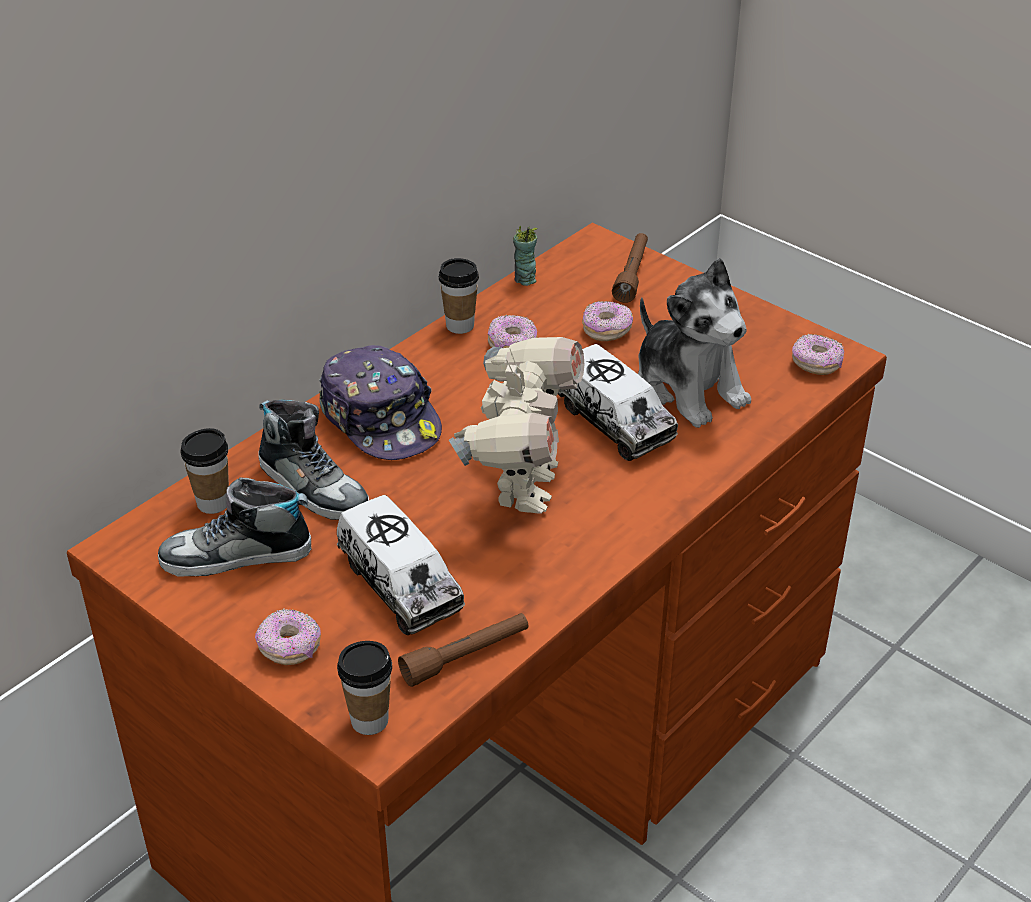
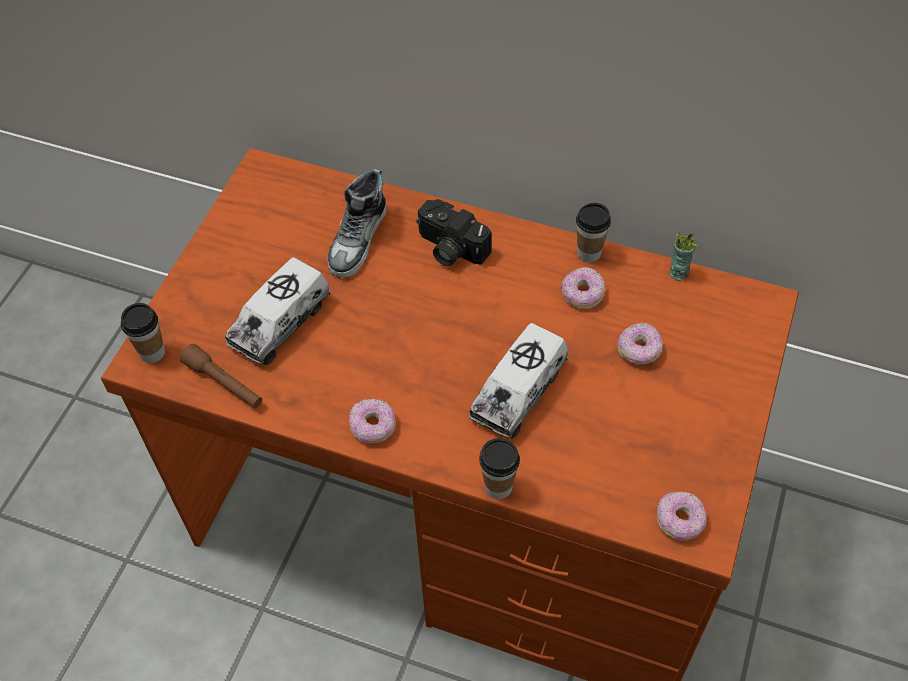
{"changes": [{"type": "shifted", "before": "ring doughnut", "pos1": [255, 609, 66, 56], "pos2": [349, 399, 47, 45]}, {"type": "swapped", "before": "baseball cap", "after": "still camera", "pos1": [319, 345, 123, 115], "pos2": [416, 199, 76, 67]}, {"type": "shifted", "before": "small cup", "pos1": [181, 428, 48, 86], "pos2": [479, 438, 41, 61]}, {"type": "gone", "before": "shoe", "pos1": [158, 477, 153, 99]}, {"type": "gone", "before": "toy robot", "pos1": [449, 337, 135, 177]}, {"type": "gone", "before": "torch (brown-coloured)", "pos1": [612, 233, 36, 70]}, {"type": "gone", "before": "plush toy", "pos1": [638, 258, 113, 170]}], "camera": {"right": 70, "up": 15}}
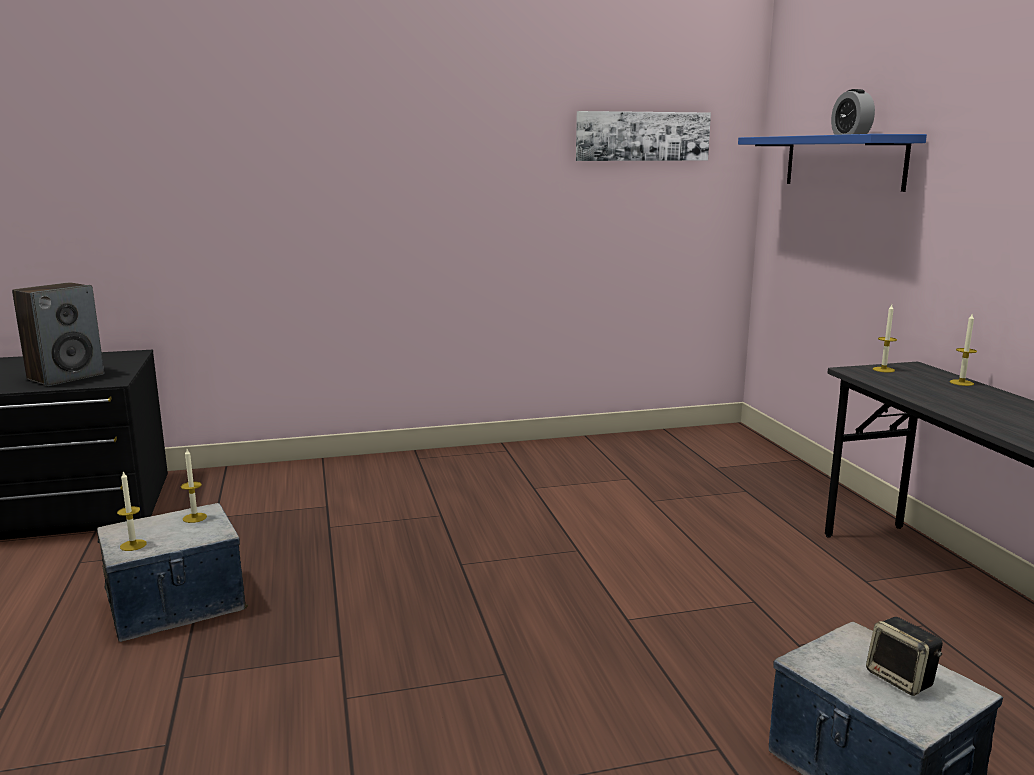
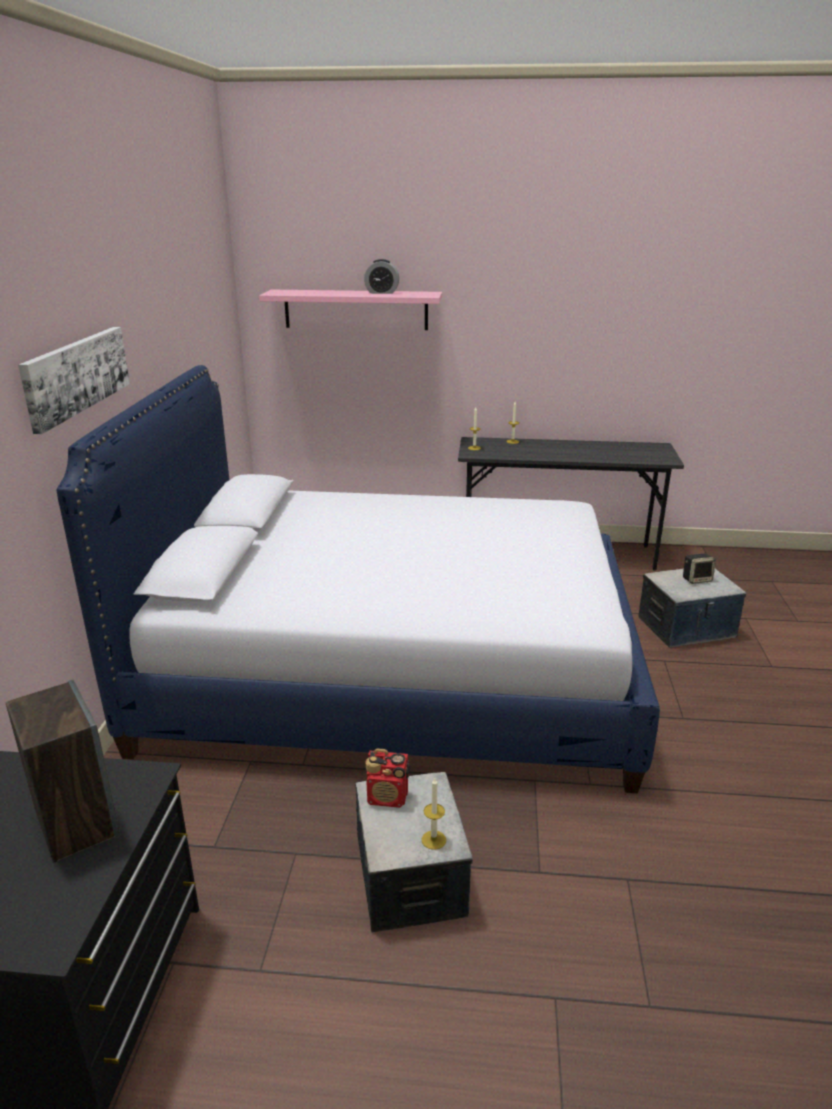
{"changes": [{"type": "shifted", "before": "wall art", "pos1": [576, 111, 135, 50], "pos2": [18, 327, 112, 107]}, {"type": "new", "after": "bed", "pos2": [57, 365, 603, 428]}, {"type": "repainted", "before": "wall shelf (bluish)", "after": "wall shelf (pinkish)", "pos1": [738, 134, 189, 58], "pos2": [259, 290, 183, 40]}, {"type": "swapped", "before": "candle", "after": "radio set", "pos1": [181, 449, 26, 74], "pos2": [366, 748, 44, 60]}], "camera": {"right": -70, "up": 10}}
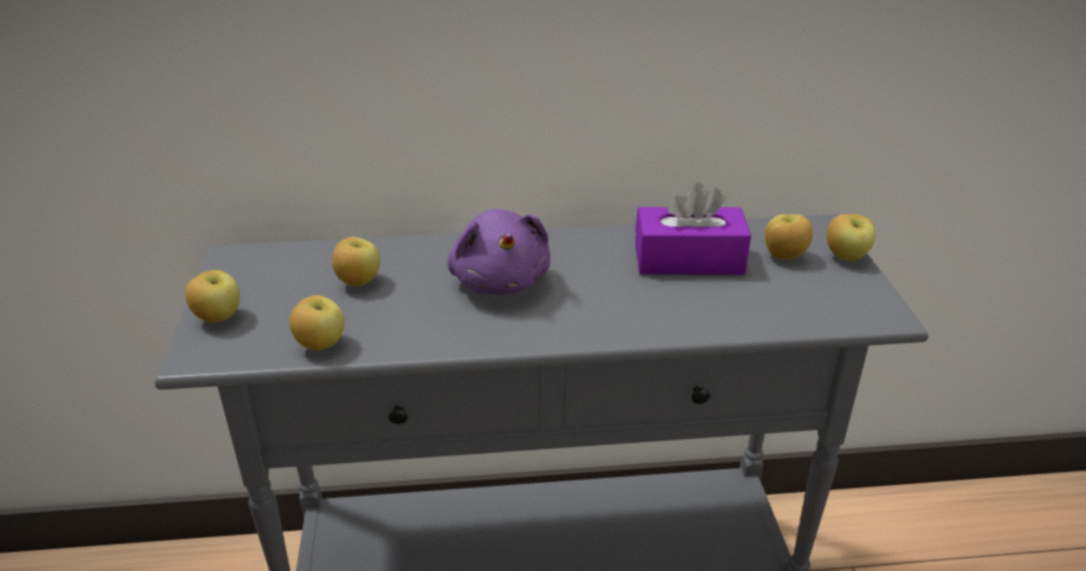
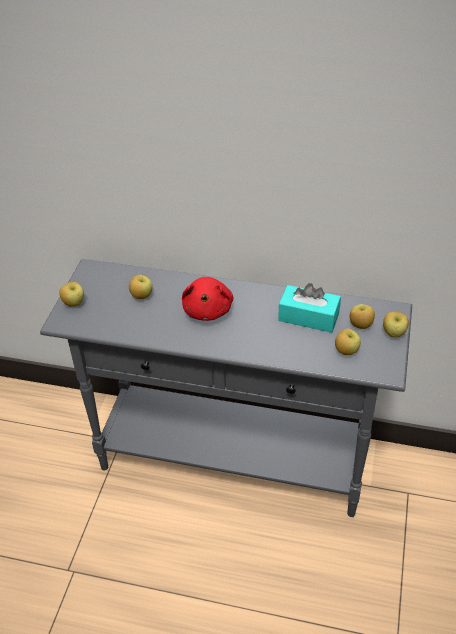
{"changes": [{"type": "repainted", "before": "plush toy (purple-coloured)", "after": "plush toy (red)", "pos1": [447, 209, 103, 86], "pos2": [182, 277, 51, 44]}, {"type": "repainted", "before": "tissue box (purple-coloured)", "after": "tissue box (turquoise)", "pos1": [635, 182, 116, 93], "pos2": [278, 283, 63, 50]}, {"type": "shifted", "before": "whole apple", "pos1": [289, 295, 55, 55], "pos2": [335, 329, 26, 26]}], "camera": {"right": 20, "up": 10}}
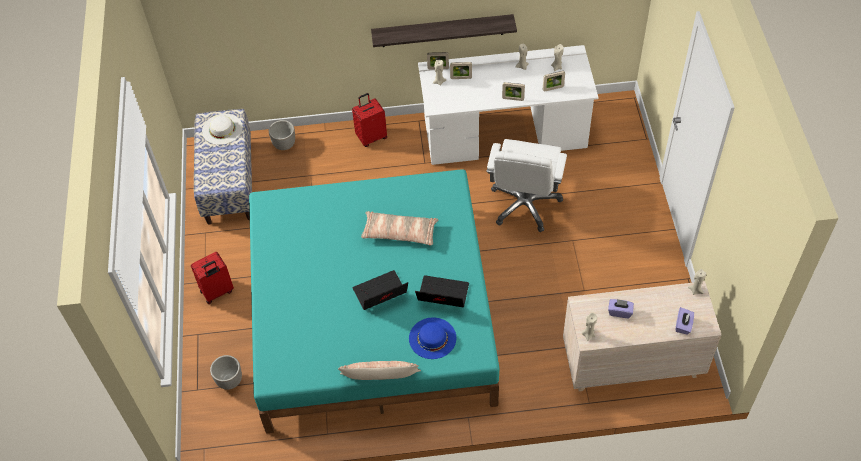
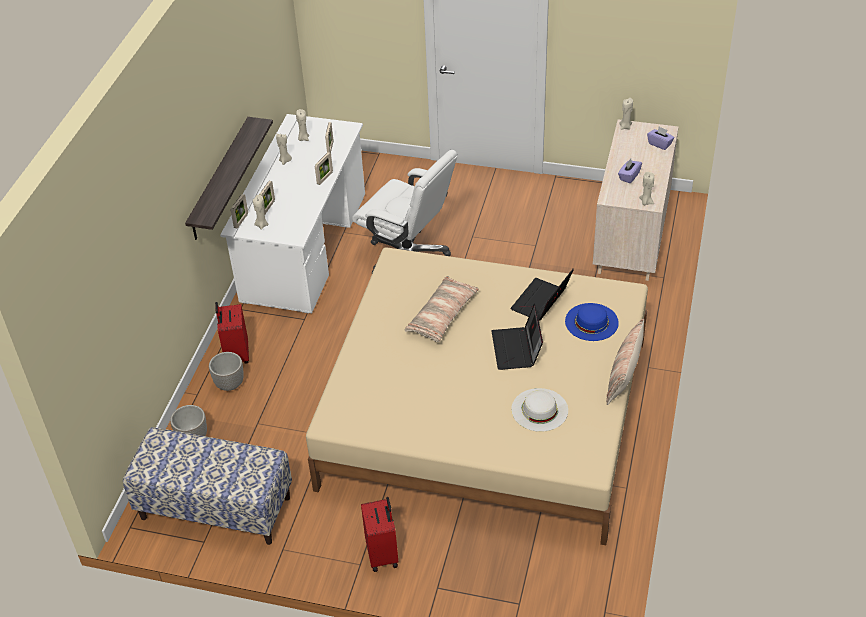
{"changes": [{"type": "shifted", "before": "planter", "pos1": [210, 355, 32, 35], "pos2": [209, 352, 35, 39]}, {"type": "repainted", "before": "bed (turquoise)", "after": "bed (sand-coloured)", "pos1": [249, 169, 250, 265], "pos2": [306, 247, 342, 298]}, {"type": "shifted", "before": "hat (whitish)", "pos1": [202, 114, 41, 31], "pos2": [511, 388, 57, 44]}], "camera": {"right": -70, "up": -10}}
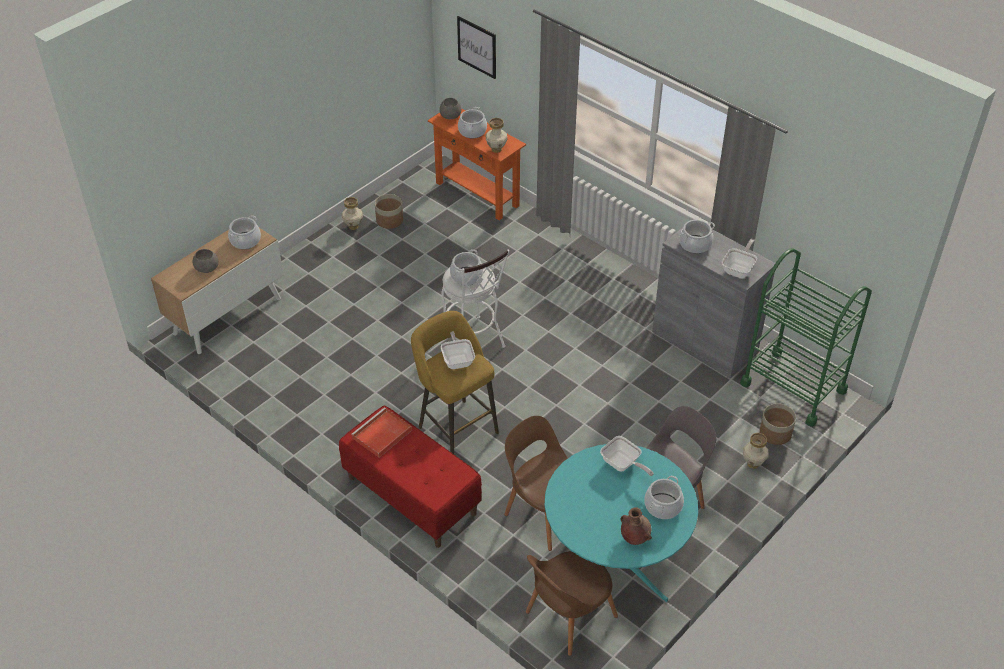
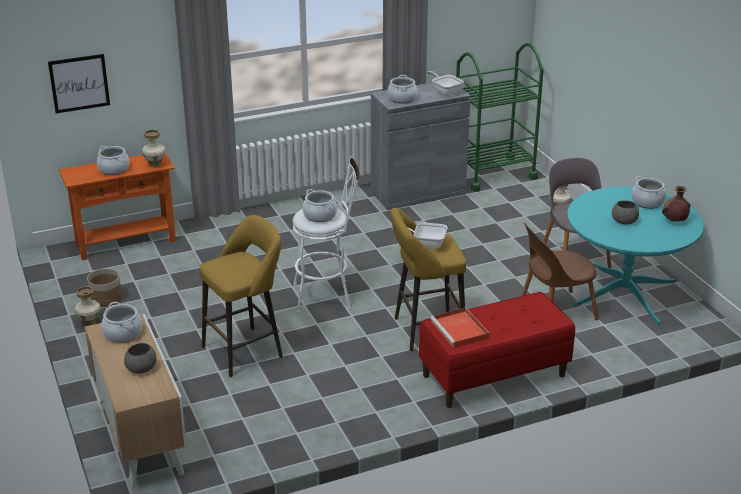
{"changes": [{"type": "new", "after": "stool seat (yellow)", "pos2": [199, 215, 84, 162]}, {"type": "shifted", "before": "bowl (grey)", "pos1": [440, 98, 21, 21], "pos2": [612, 200, 27, 25]}, {"type": "gone", "before": "plain chair (brown-coloured)", "pos1": [526, 551, 92, 105]}, {"type": "gone", "before": "pan", "pos1": [600, 436, 54, 40]}, {"type": "gone", "before": "planter", "pos1": [760, 403, 36, 42]}], "camera": {"right": -65, "up": -15}}
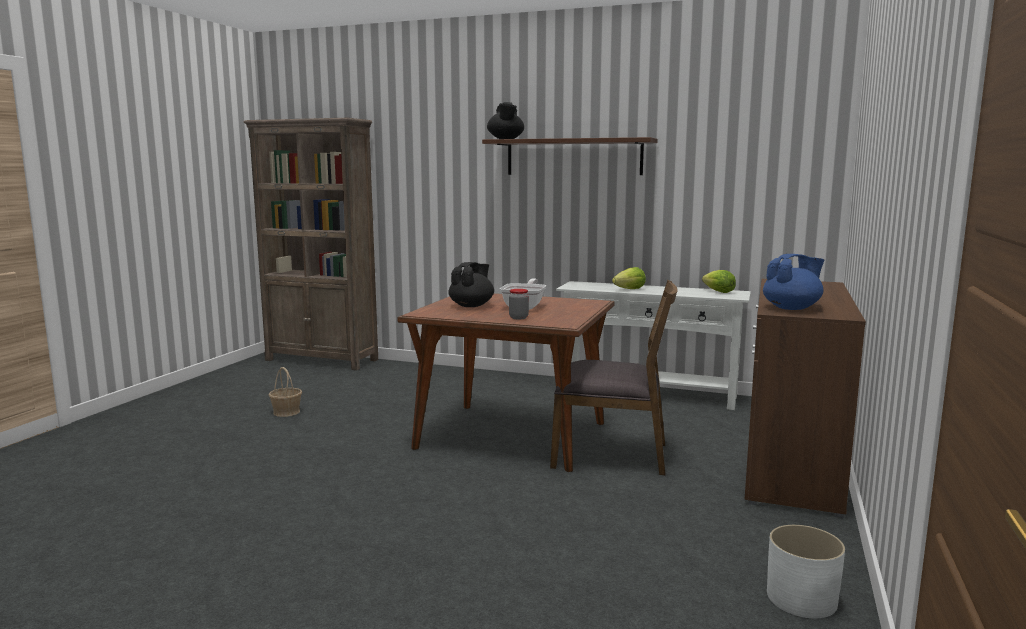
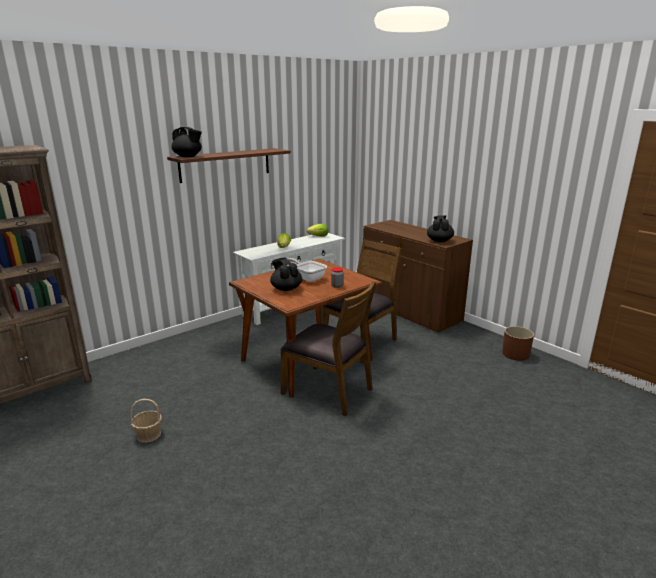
{"changes": [{"type": "new", "after": "plain chair (brown-coloured)", "pos2": [280, 281, 96, 135]}, {"type": "repainted", "before": "tea pot (bluish)", "after": "tea pot (black)", "pos1": [763, 254, 61, 56], "pos2": [427, 215, 27, 27]}, {"type": "repainted", "before": "planter (whitish)", "after": "planter (brown-coloured)", "pos1": [767, 525, 78, 93], "pos2": [502, 326, 32, 35]}], "camera": {"right": -60, "up": 10}}
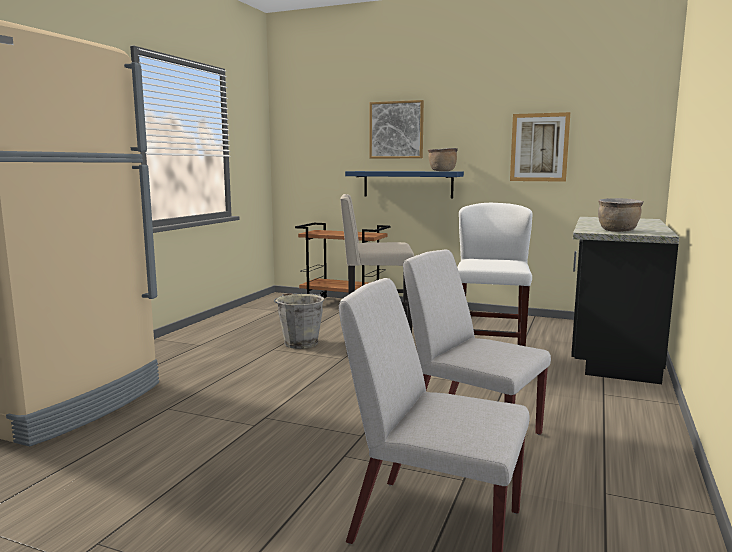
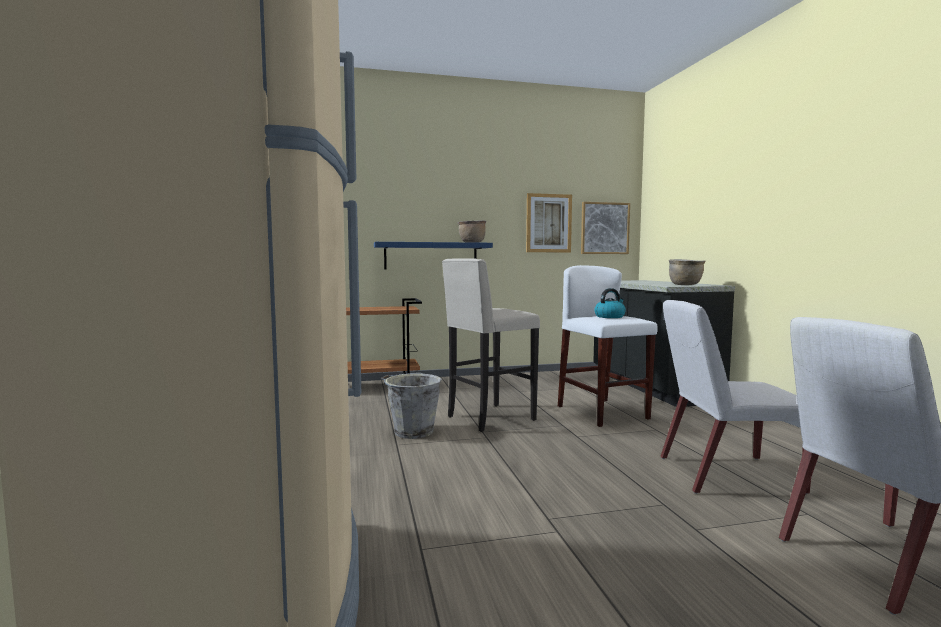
{"changes": [{"type": "shifted", "before": "wall art", "pos1": [370, 100, 54, 59], "pos2": [581, 202, 49, 52]}, {"type": "new", "after": "tea kettle", "pos2": [594, 288, 32, 30]}], "camera": {"right": -35, "up": -5}}
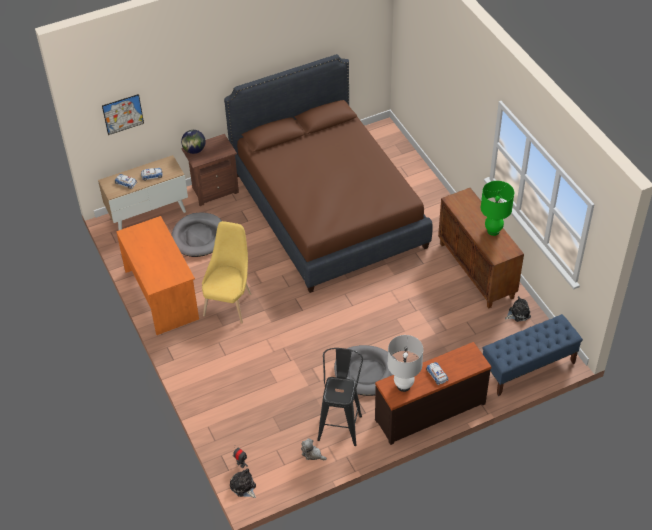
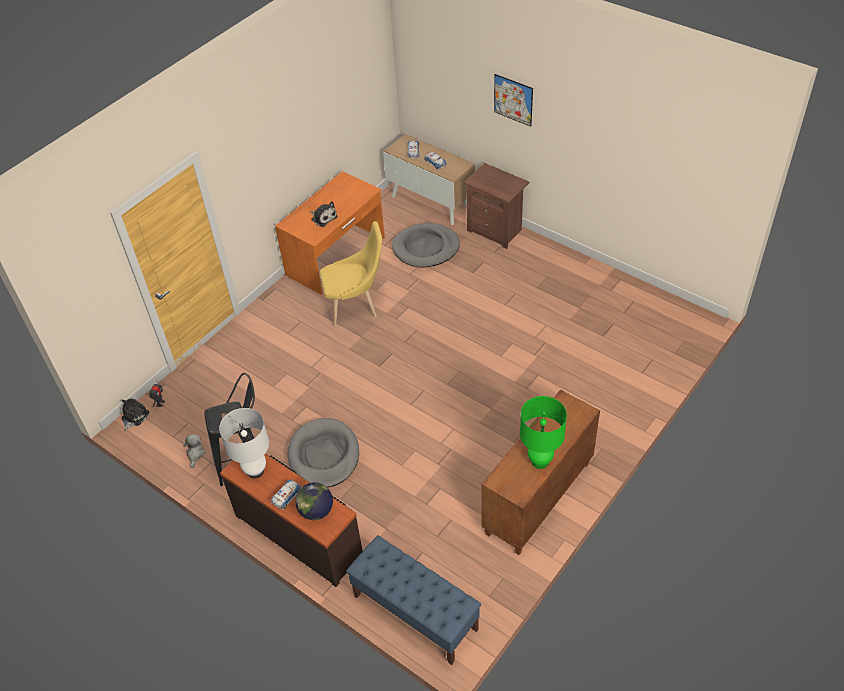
{"changes": [{"type": "shifted", "before": "world globe", "pos1": [181, 130, 25, 24], "pos2": [295, 482, 38, 38]}, {"type": "shifted", "before": "plush toy", "pos1": [505, 296, 26, 26], "pos2": [310, 201, 28, 26]}, {"type": "shifted", "before": "wall art", "pos1": [102, 94, 42, 41], "pos2": [494, 74, 39, 53]}, {"type": "gone", "before": "bed (brown-coloured)", "pos1": [224, 54, 209, 239]}], "camera": {"right": 65, "up": 0}}
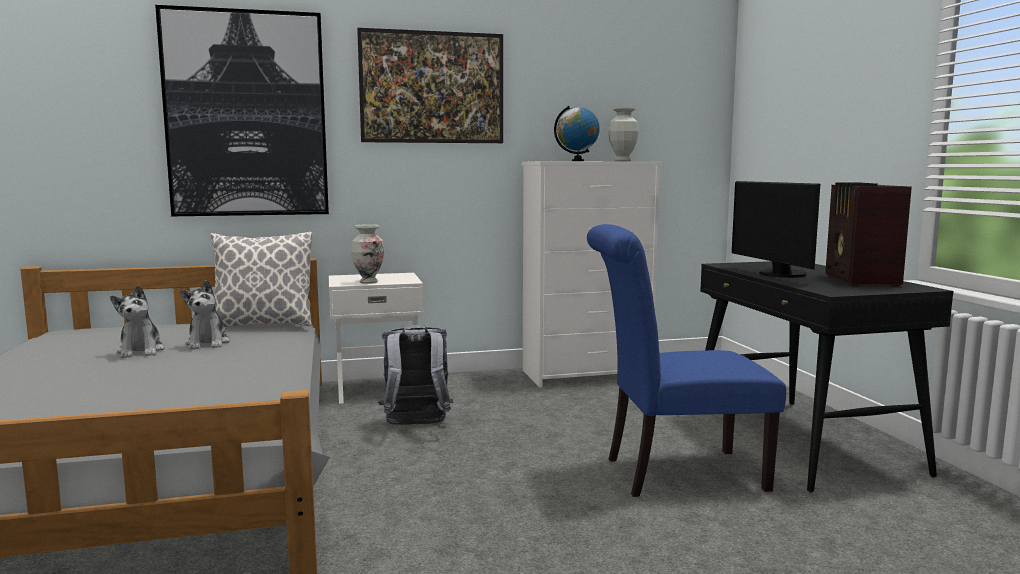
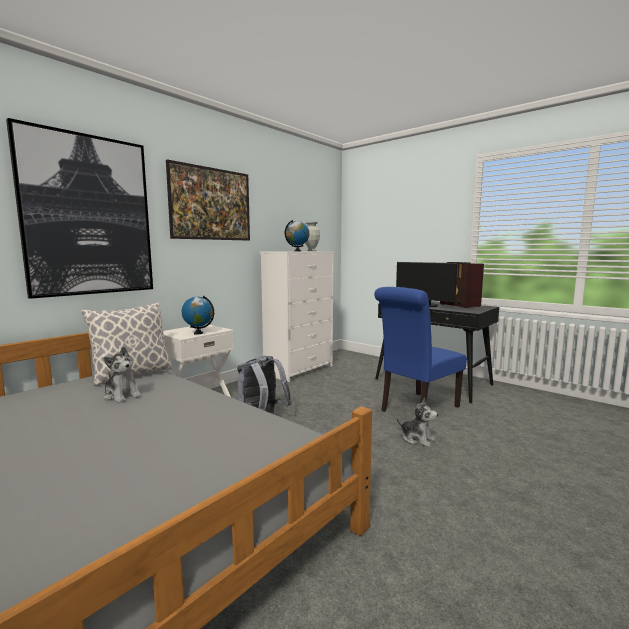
{"changes": [{"type": "swapped", "before": "vase", "after": "world globe", "pos1": [351, 224, 33, 60], "pos2": [182, 295, 32, 40]}, {"type": "shifted", "before": "plush toy", "pos1": [110, 285, 55, 73], "pos2": [396, 397, 42, 50]}], "camera": {"right": -35, "up": 0}}
